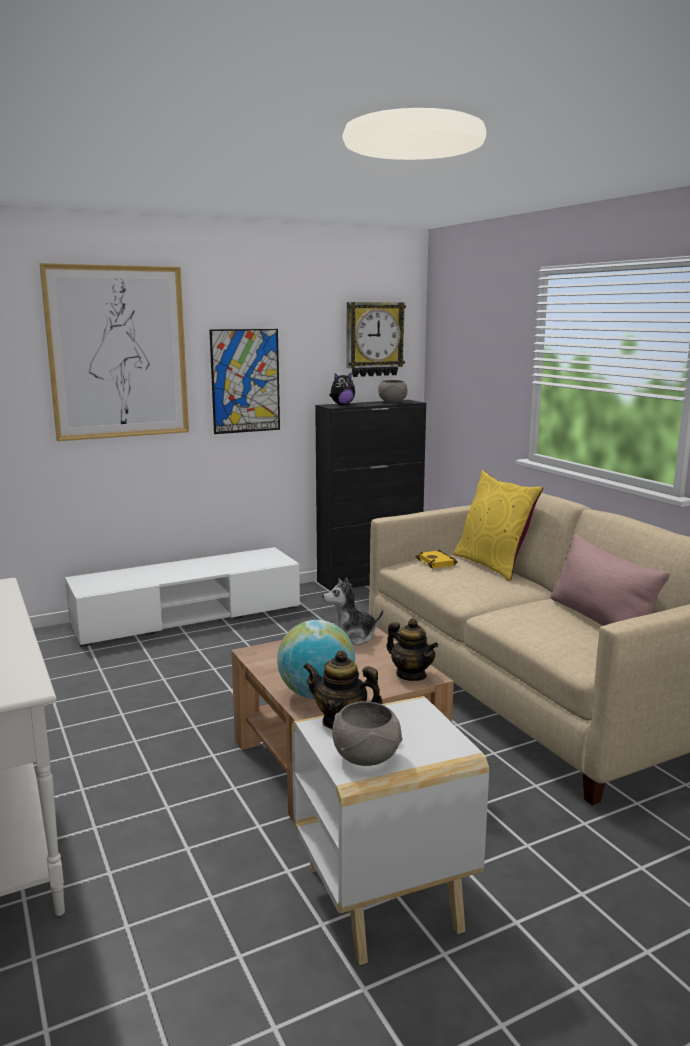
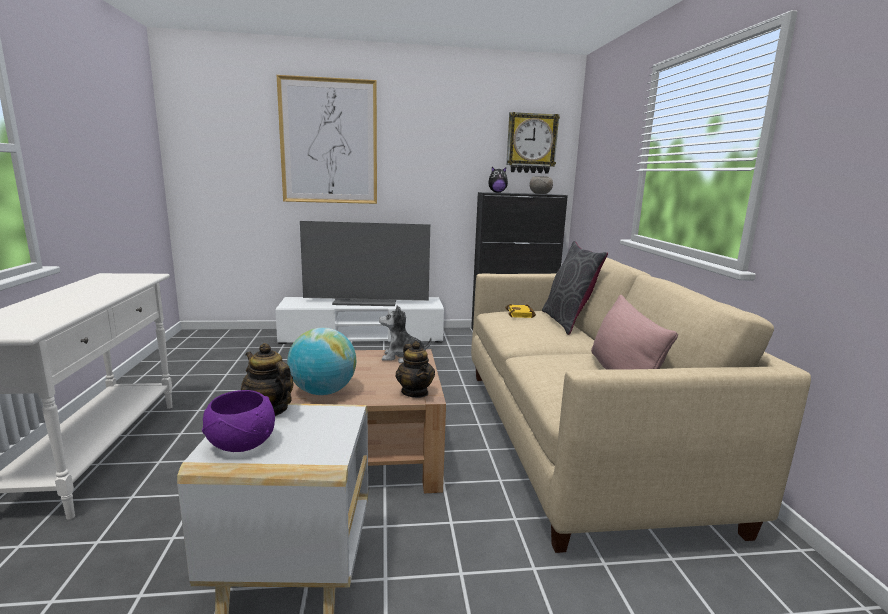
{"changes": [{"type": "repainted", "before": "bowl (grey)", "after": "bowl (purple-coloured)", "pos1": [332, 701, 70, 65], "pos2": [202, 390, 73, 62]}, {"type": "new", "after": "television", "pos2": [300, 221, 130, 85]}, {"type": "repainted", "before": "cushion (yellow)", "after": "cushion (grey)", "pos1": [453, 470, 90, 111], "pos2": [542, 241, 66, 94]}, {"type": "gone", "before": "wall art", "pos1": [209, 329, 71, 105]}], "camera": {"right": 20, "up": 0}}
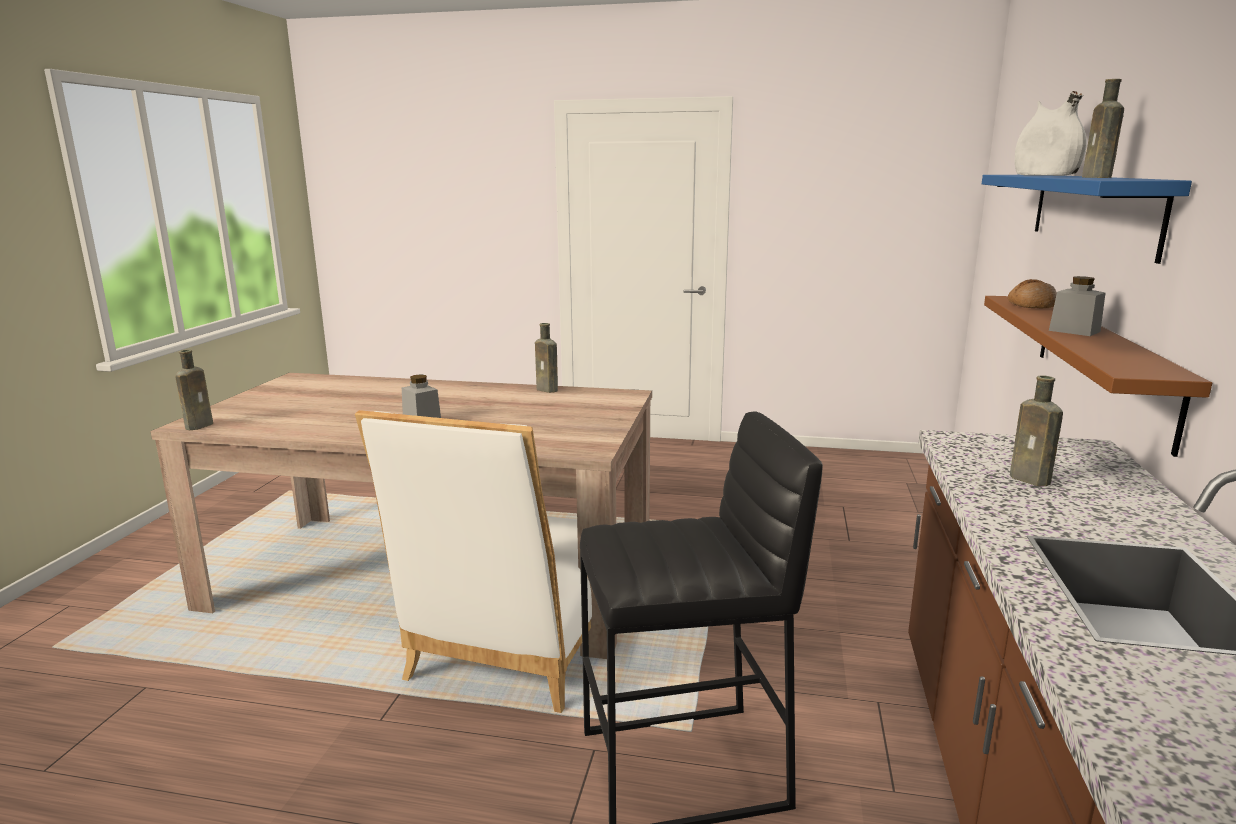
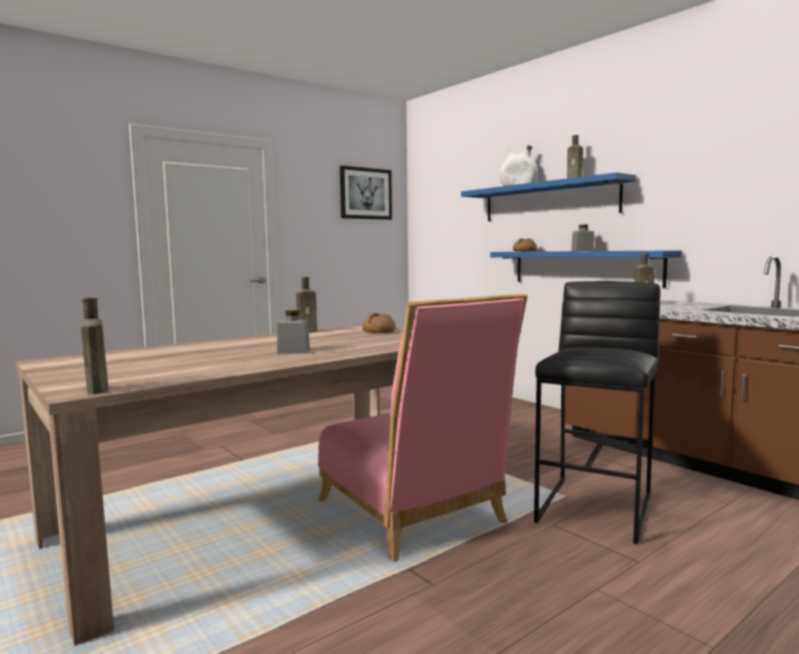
{"changes": [{"type": "repainted", "before": "plain chair (whitish)", "after": "plain chair (pinkish)", "pos1": [355, 410, 237, 303], "pos2": [318, 294, 209, 268]}, {"type": "new", "after": "wall art", "pos2": [340, 166, 52, 54]}, {"type": "new", "after": "bakery bread", "pos2": [362, 313, 34, 20]}, {"type": "repainted", "before": "wall shelf (brown-coloured)", "after": "wall shelf (bluish)", "pos1": [984, 296, 228, 161], "pos2": [490, 250, 192, 38]}], "camera": {"right": -50, "up": -10}}
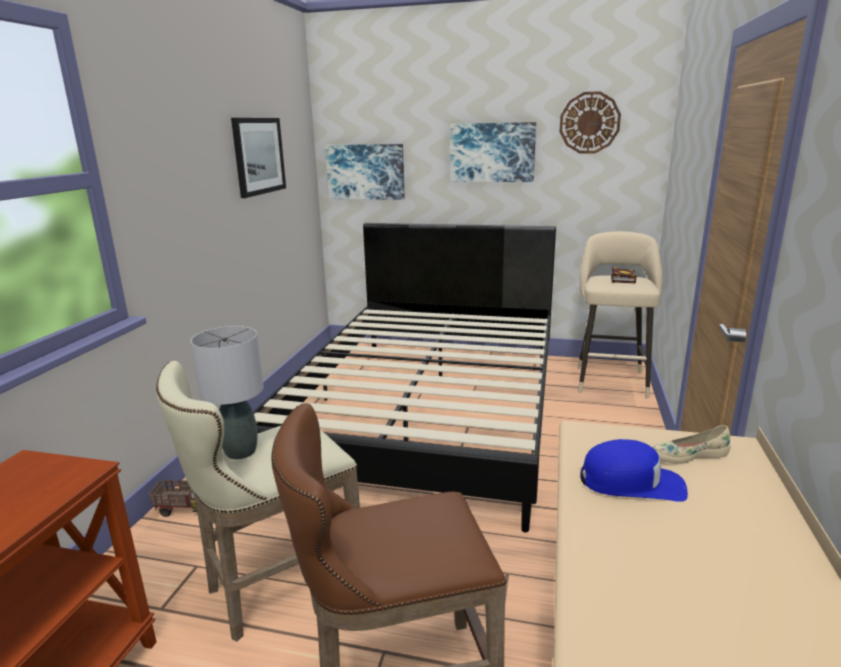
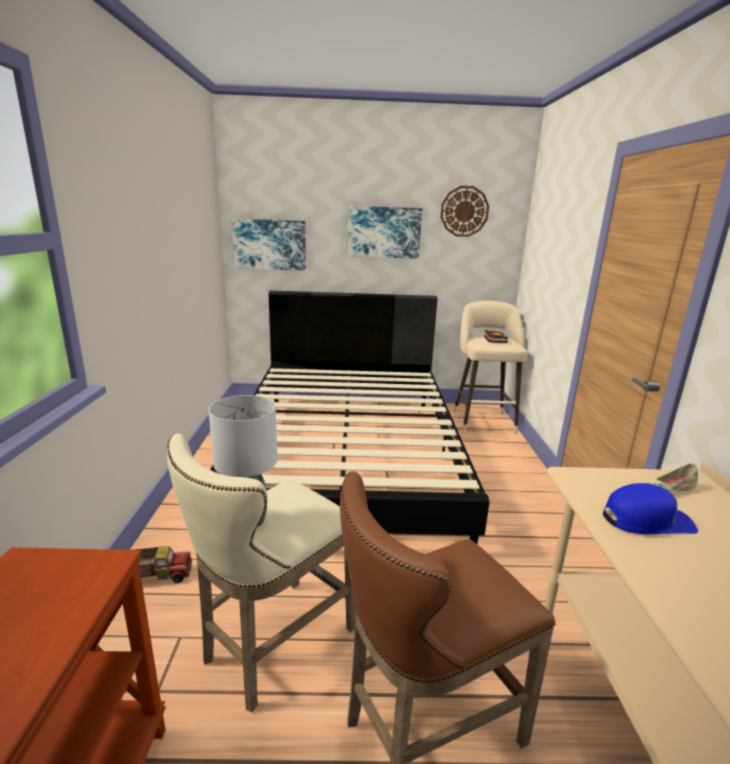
{"changes": [{"type": "gone", "before": "wall art", "pos1": [231, 118, 55, 80]}], "camera": {"right": -15, "up": 0}}
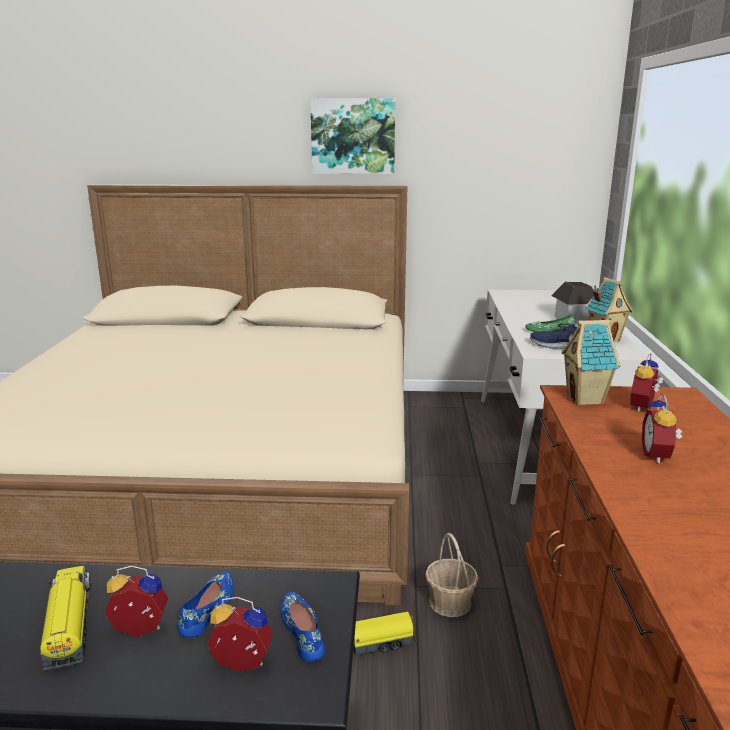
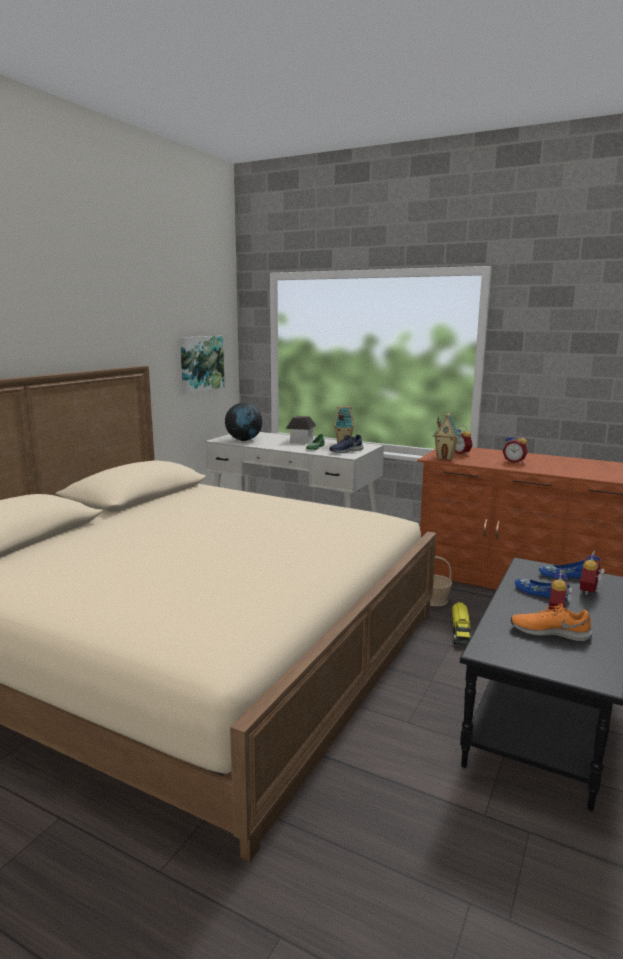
{"changes": [{"type": "shifted", "before": "wall art", "pos1": [310, 98, 85, 76], "pos2": [180, 336, 45, 58]}, {"type": "new", "after": "world globe", "pos2": [225, 403, 38, 38]}, {"type": "swapped", "before": "model truck", "after": "shoe (orange)", "pos1": [40, 566, 51, 105], "pos2": [511, 604, 82, 37]}], "camera": {"right": -65, "up": -5}}
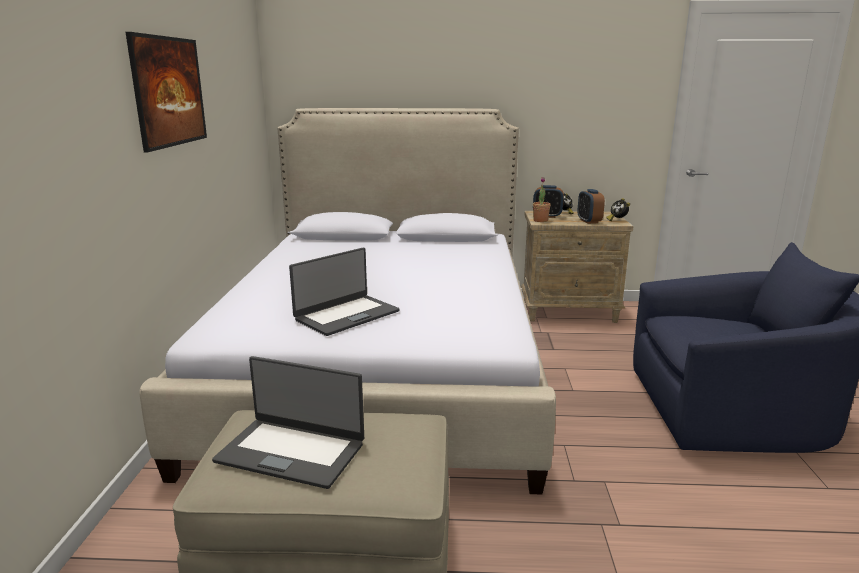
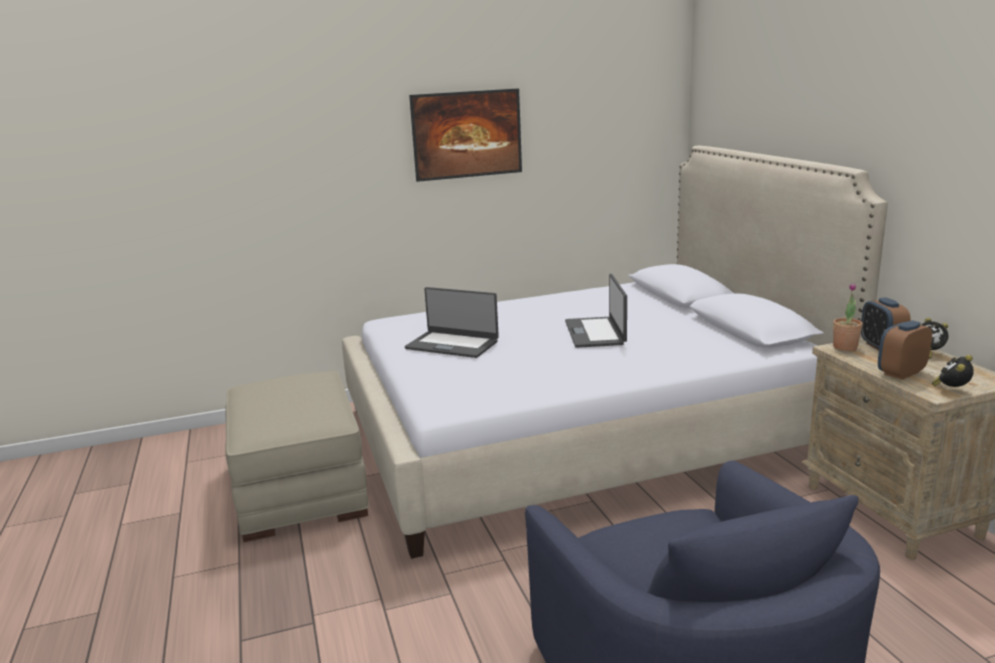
{"changes": [{"type": "shifted", "before": "laptop", "pos1": [212, 356, 152, 133], "pos2": [565, 274, 62, 74]}], "camera": {"right": 70, "up": 0}}
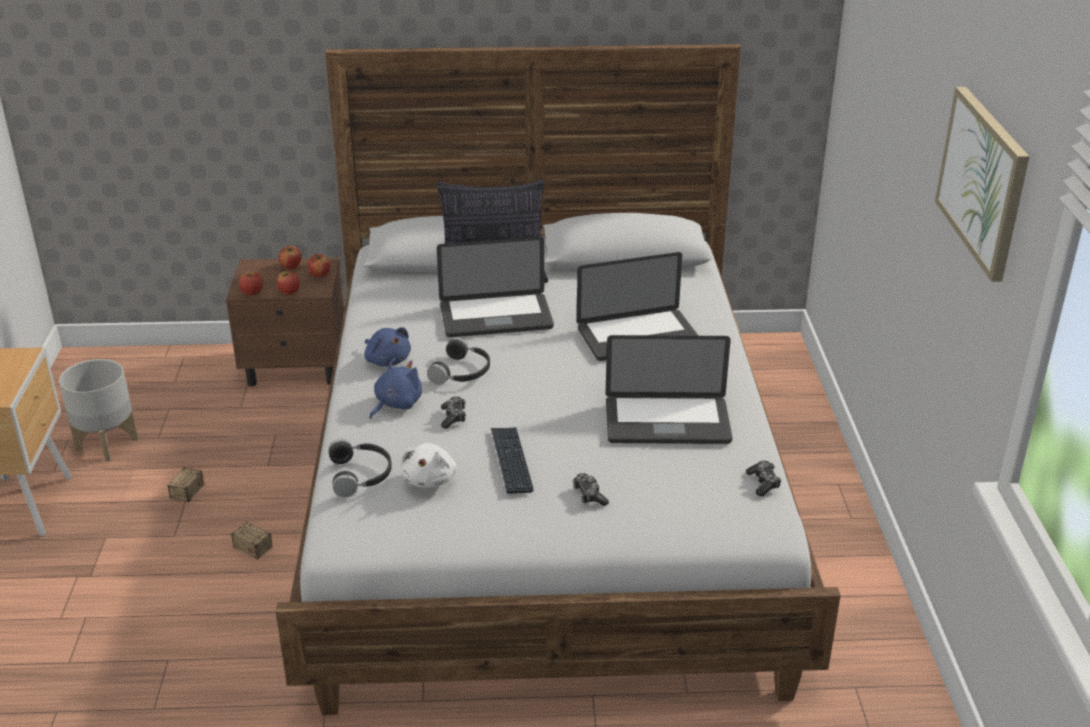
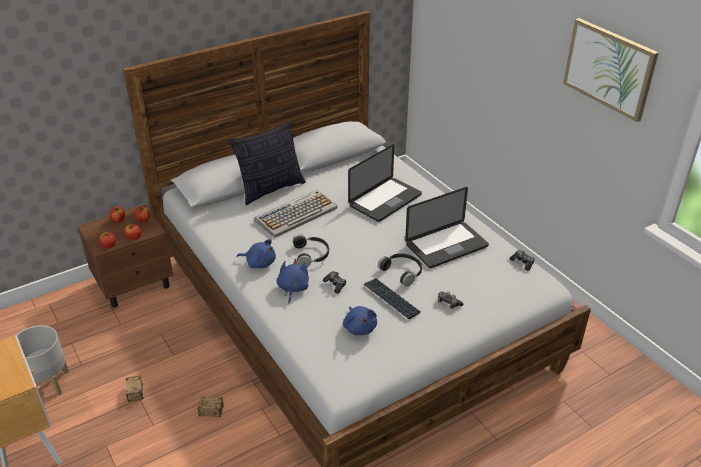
{"changes": [{"type": "swapped", "before": "laptop", "after": "computer keyboard", "pos1": [437, 237, 117, 100], "pos2": [255, 189, 82, 49]}, {"type": "repainted", "before": "plush toy (whitish)", "after": "plush toy (bluish)", "pos1": [402, 443, 55, 45], "pos2": [343, 306, 34, 29]}, {"type": "shifted", "before": "headphones (black)", "pos1": [328, 439, 64, 58], "pos2": [378, 253, 44, 34]}], "camera": {"right": -30, "up": 5}}
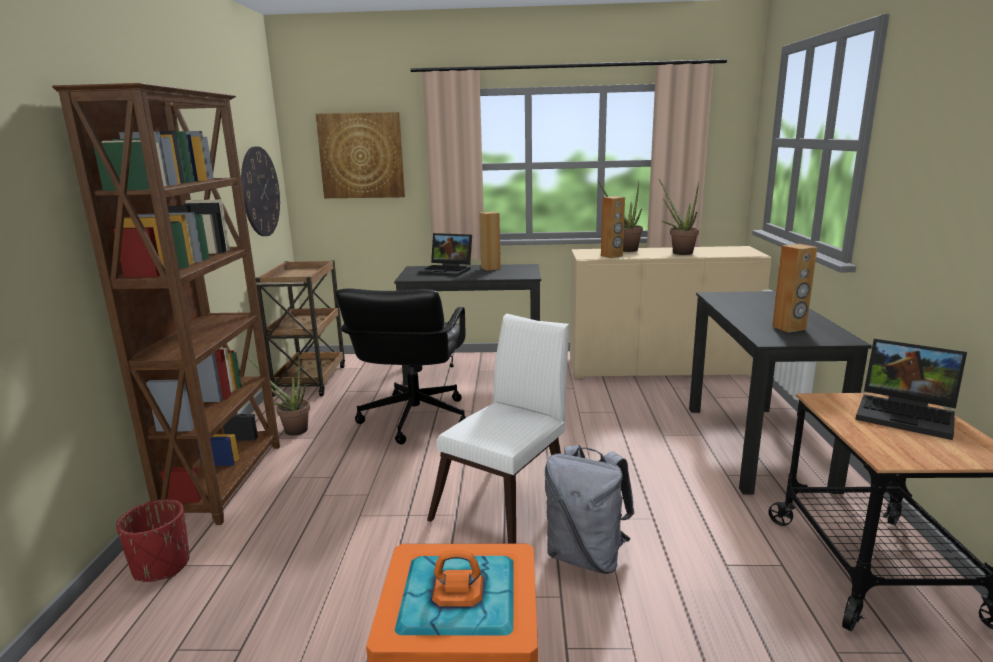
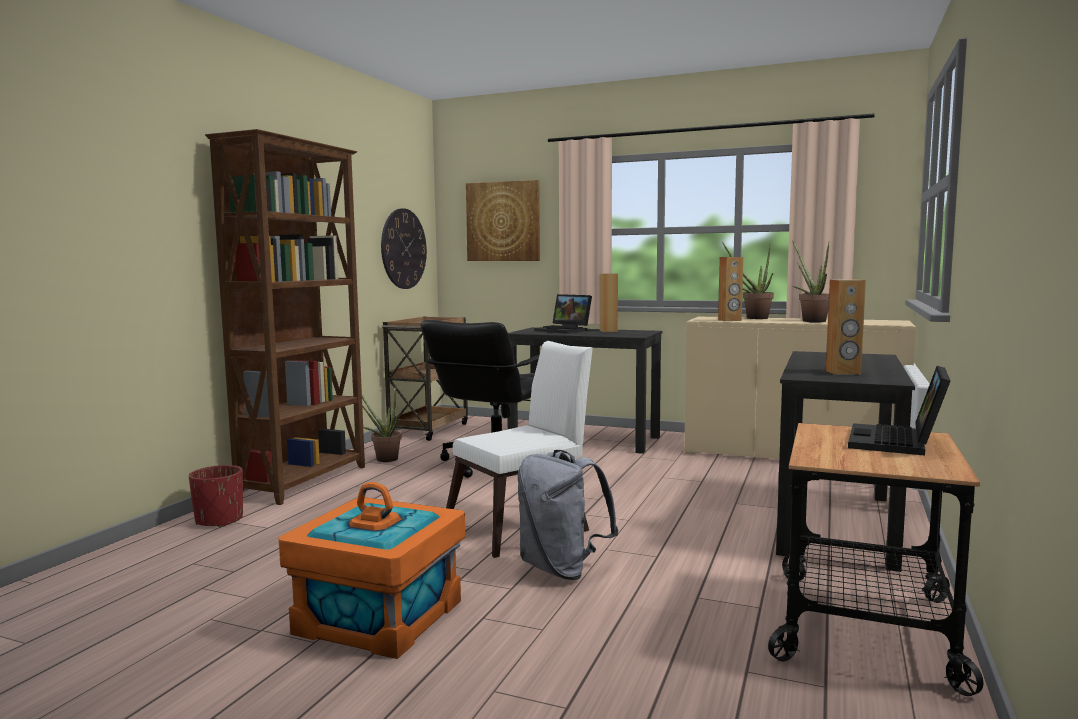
{"changes": [{"type": "rotated", "before": "laptop", "pos1": [855, 339, 112, 101], "pos2": [848, 366, 102, 90], "turn": 60}], "camera": {"right": 20, "up": -10}}
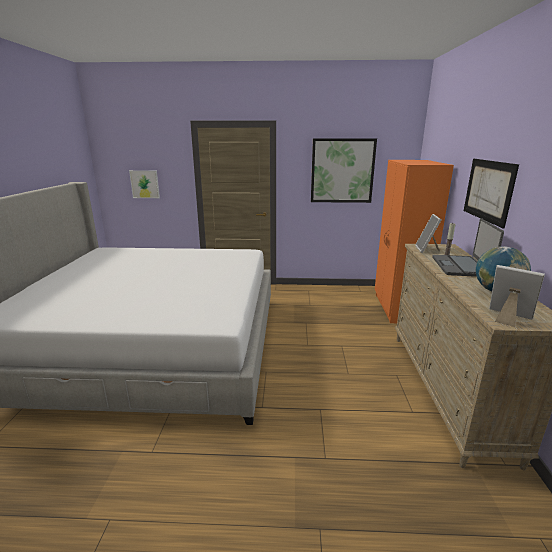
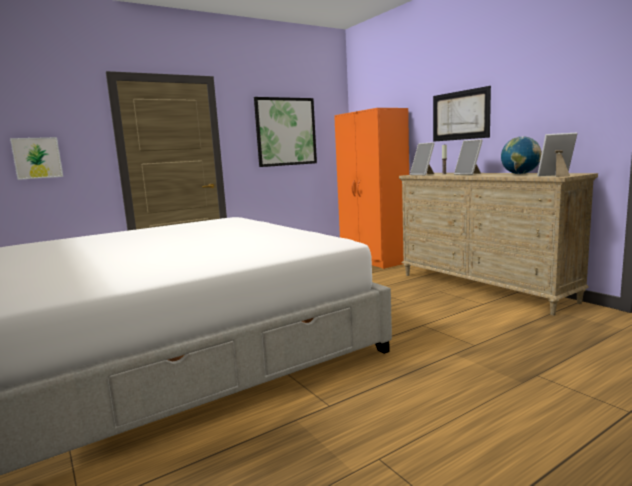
{"changes": [{"type": "swapped", "before": "laptop", "after": "standing frame", "pos1": [432, 218, 72, 59], "pos2": [454, 139, 29, 36]}], "camera": {"right": -35, "up": -10}}
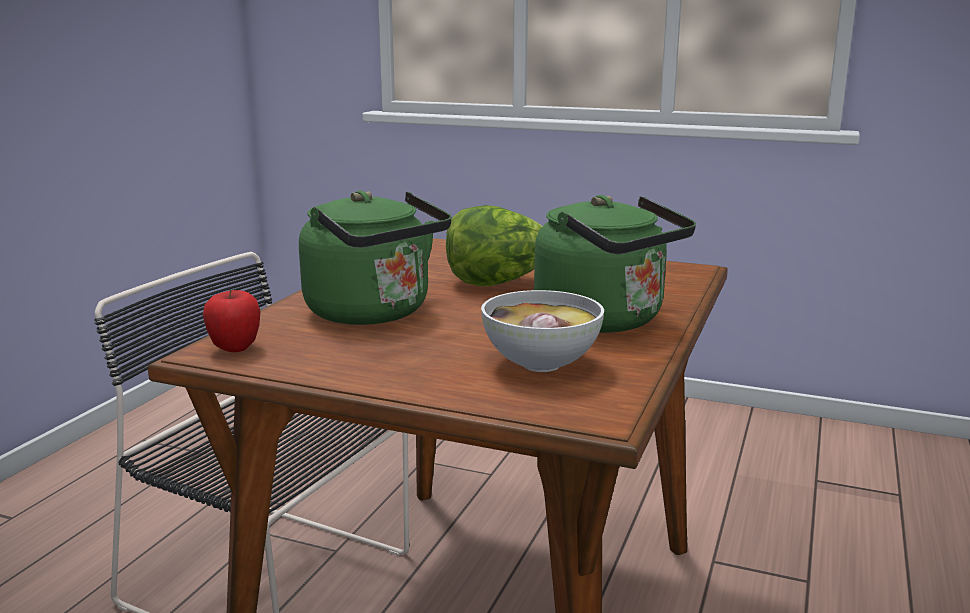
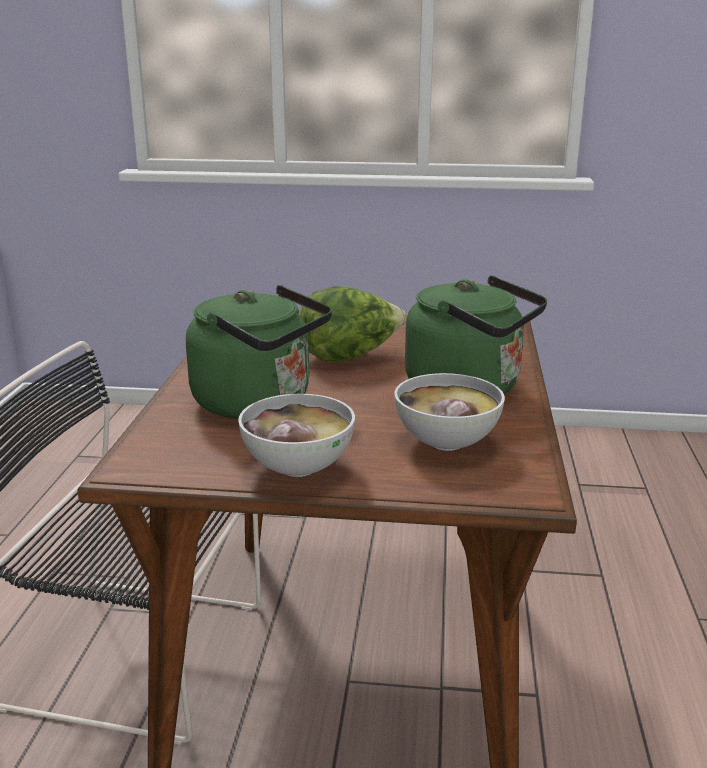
{"changes": [{"type": "new", "after": "bowl", "pos2": [238, 394, 117, 83]}, {"type": "gone", "before": "whole apple", "pos1": [203, 290, 58, 62]}], "camera": {"right": -15, "up": 5}}
